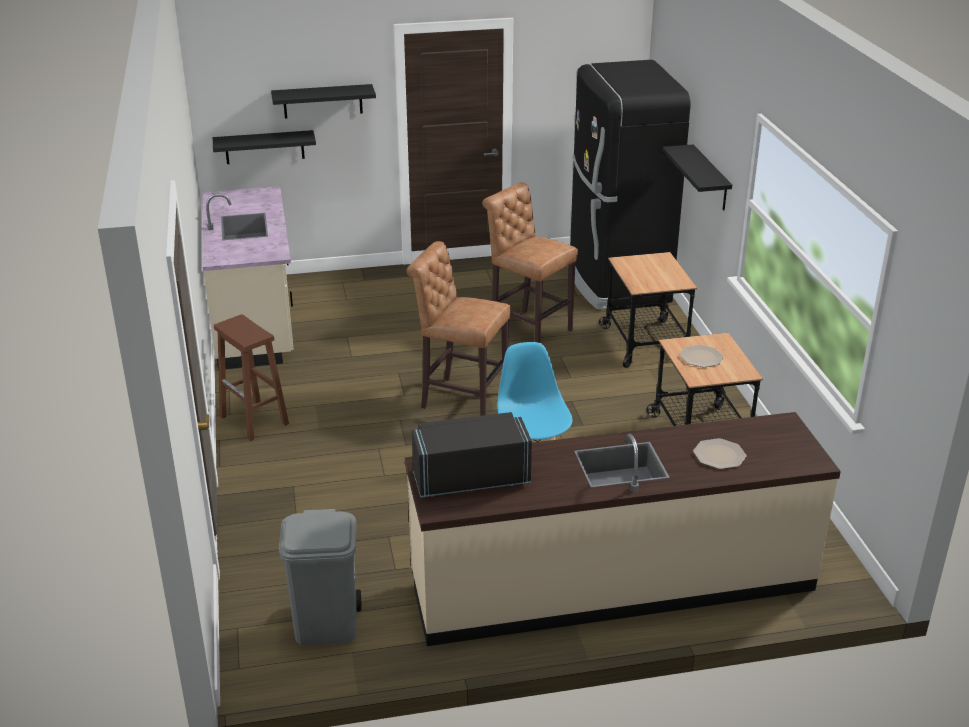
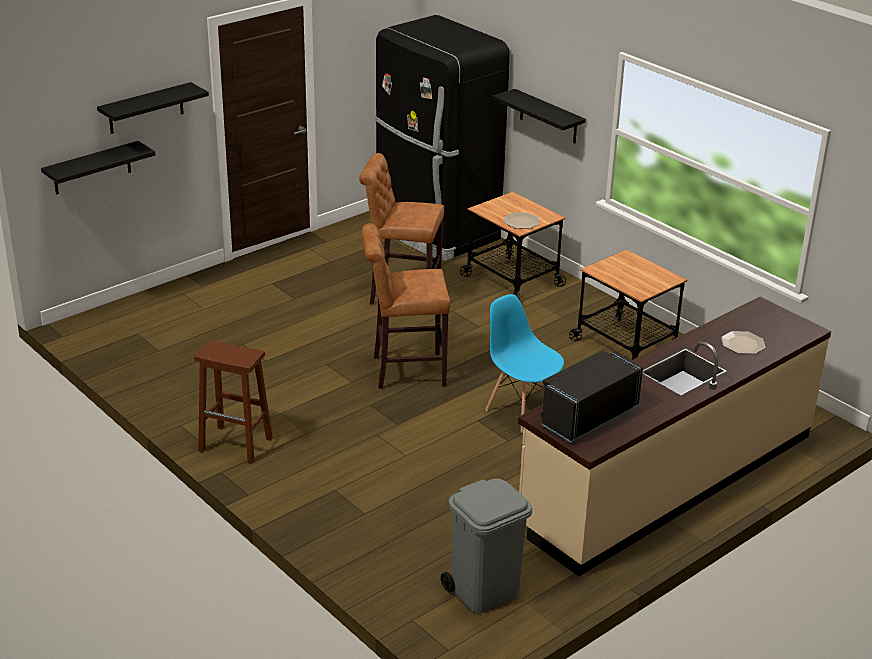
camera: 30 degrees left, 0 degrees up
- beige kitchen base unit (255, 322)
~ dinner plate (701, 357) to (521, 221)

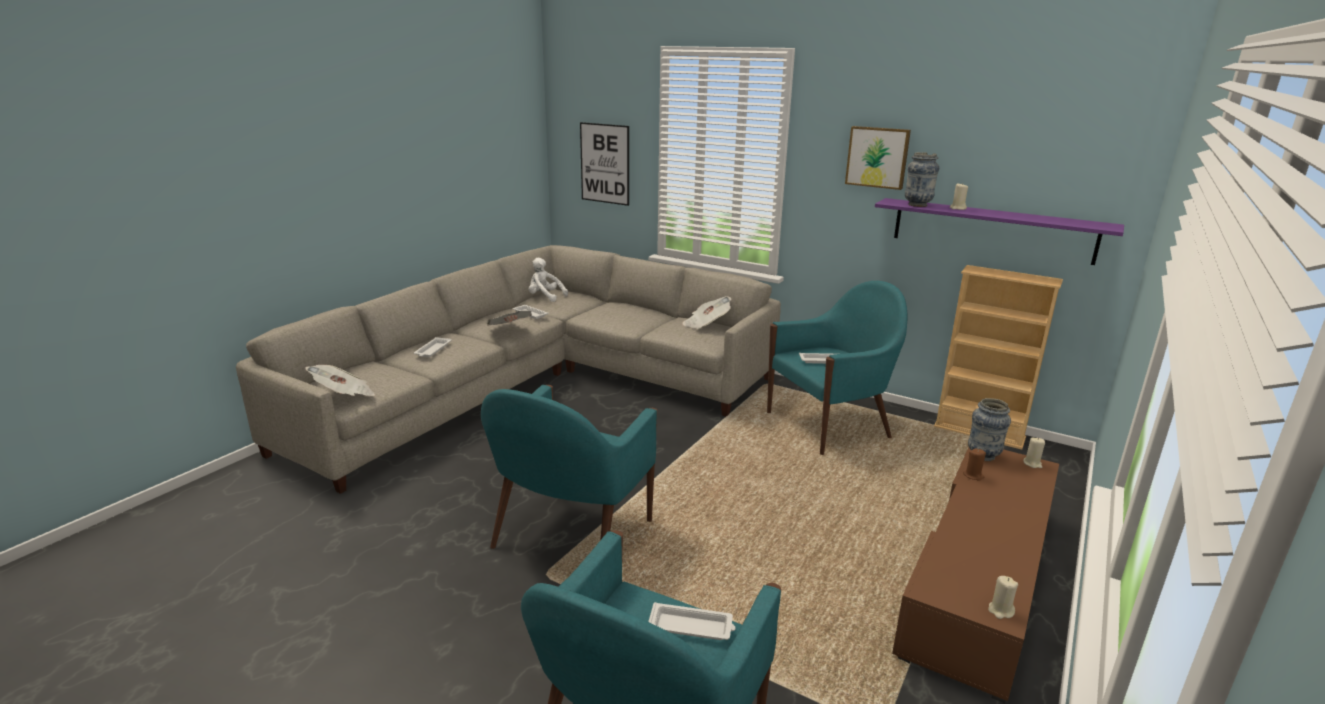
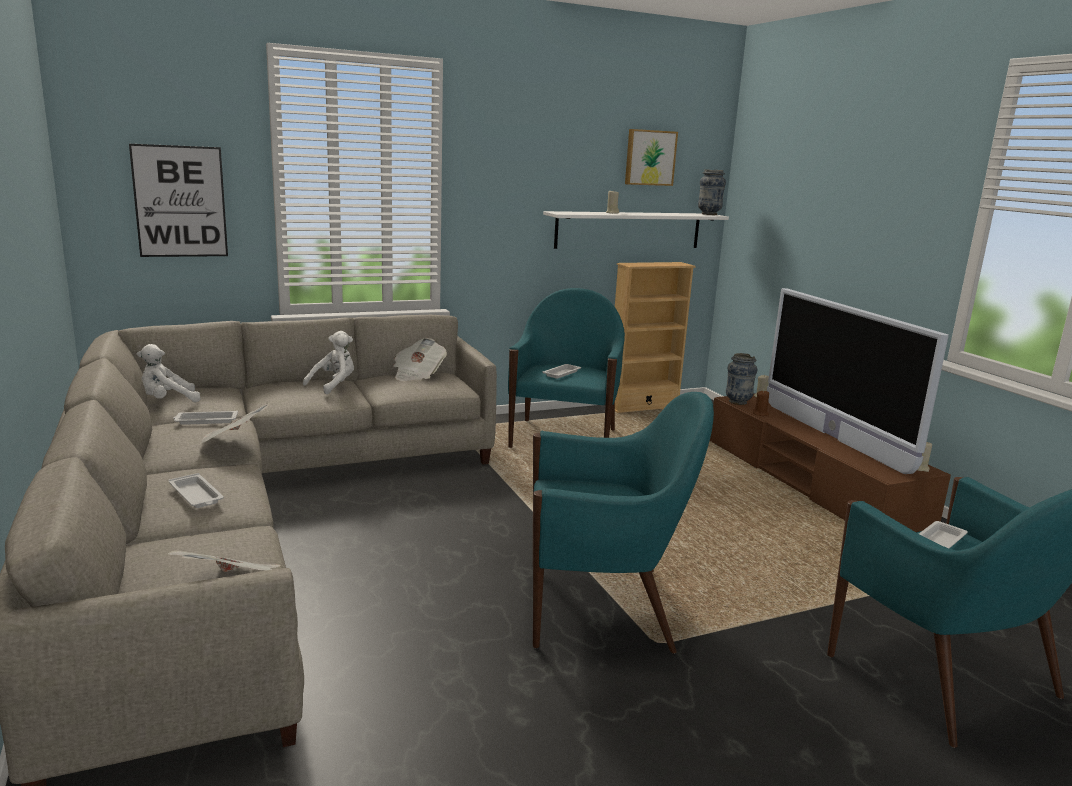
camera: 55 degrees left, 5 degrees down
~ picture (877, 157) to (649, 157)
~ vase (917, 205) to (709, 214)
~ purplish shelf (992, 230) to white shelf (629, 230)
~ turquoise easy chair (571, 536) = (603, 606) 60 degrees counterclockwise
+ television (832, 437)
+ white cuddly toy (334, 385)

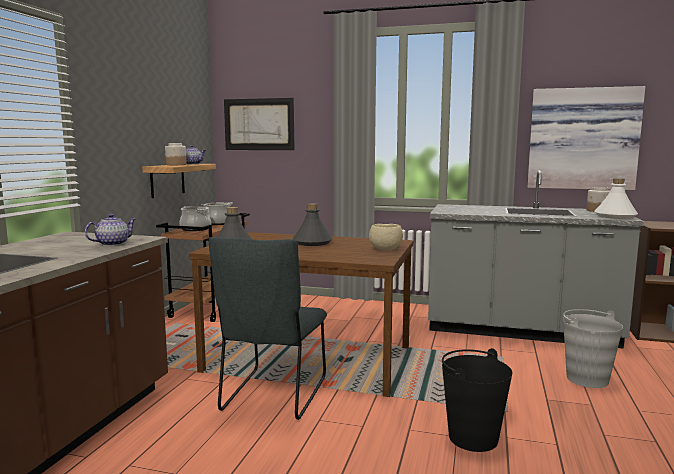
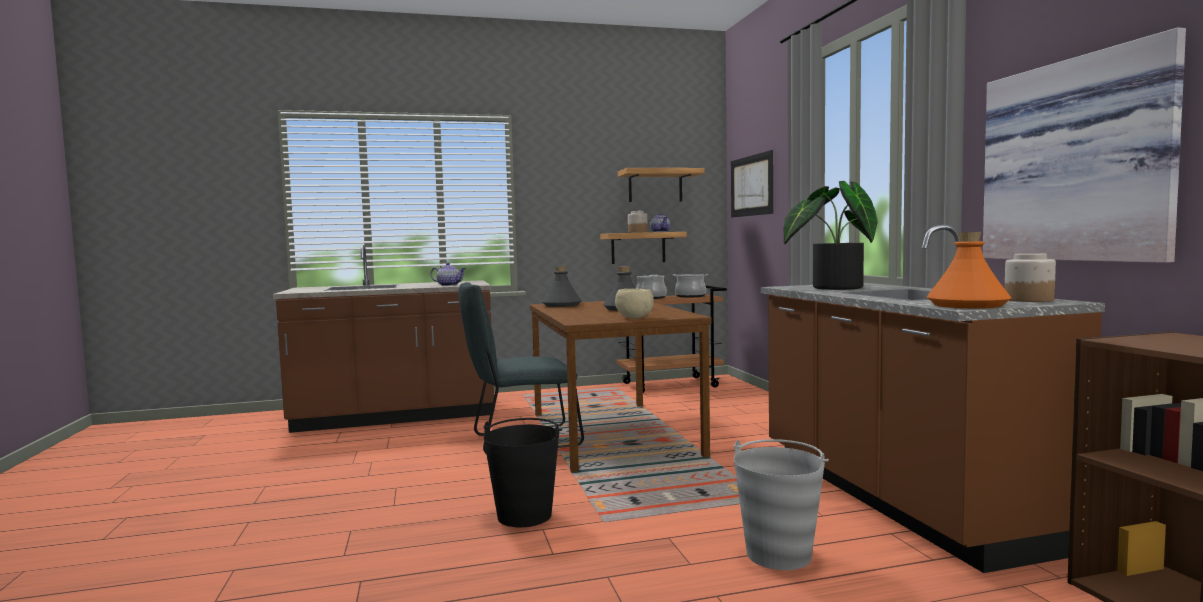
camera: 60 degrees right, 5 degrees down
~ gray kitchen base unit (520, 331) to brownish kitchen base unit (895, 497)
~ white drink bottle (615, 216) to orangey drink bottle (968, 305)
+ shelf (655, 186)
+ potted plant (831, 288)

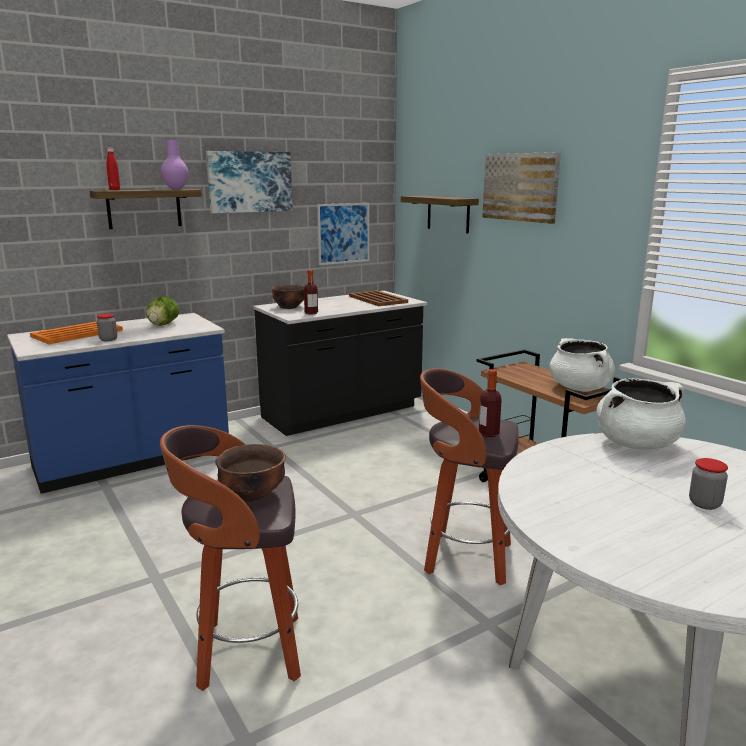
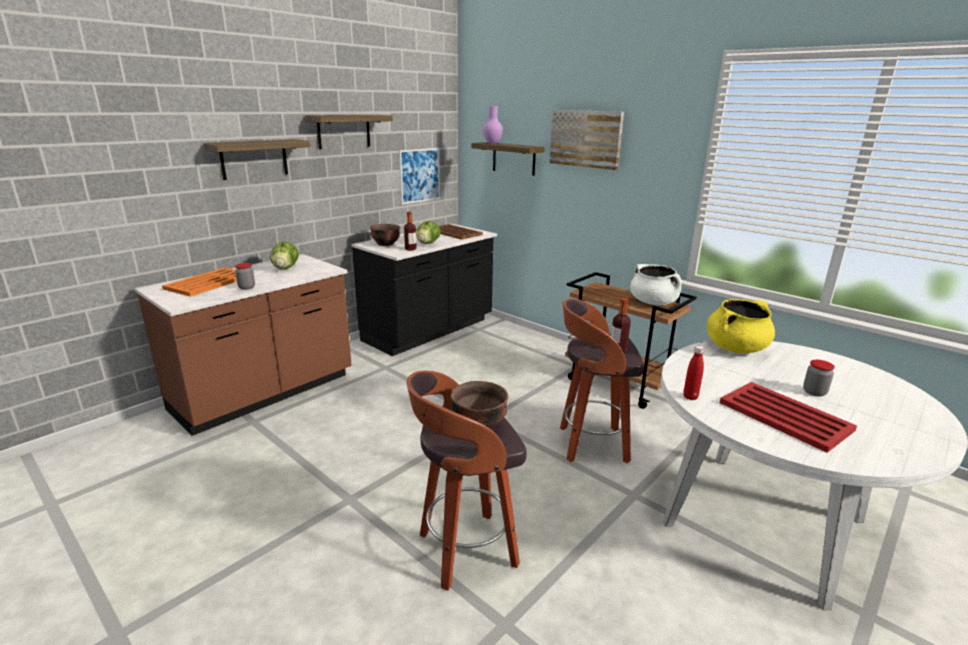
camera: 15 degrees left, 5 degrees up
~ purplish vase (175, 189) to (492, 143)
~ reddish drink bottle (114, 190) to (690, 397)
~ picture (249, 182) to shelf (344, 131)
~ bluish kitchen base unit (133, 461) to brownish kitchen base unit (265, 394)
~ white stockpot (636, 444) to yellow-coloured stockpot (736, 348)
+ head of lettuce (427, 243)
+ reddish serving tray (785, 416)

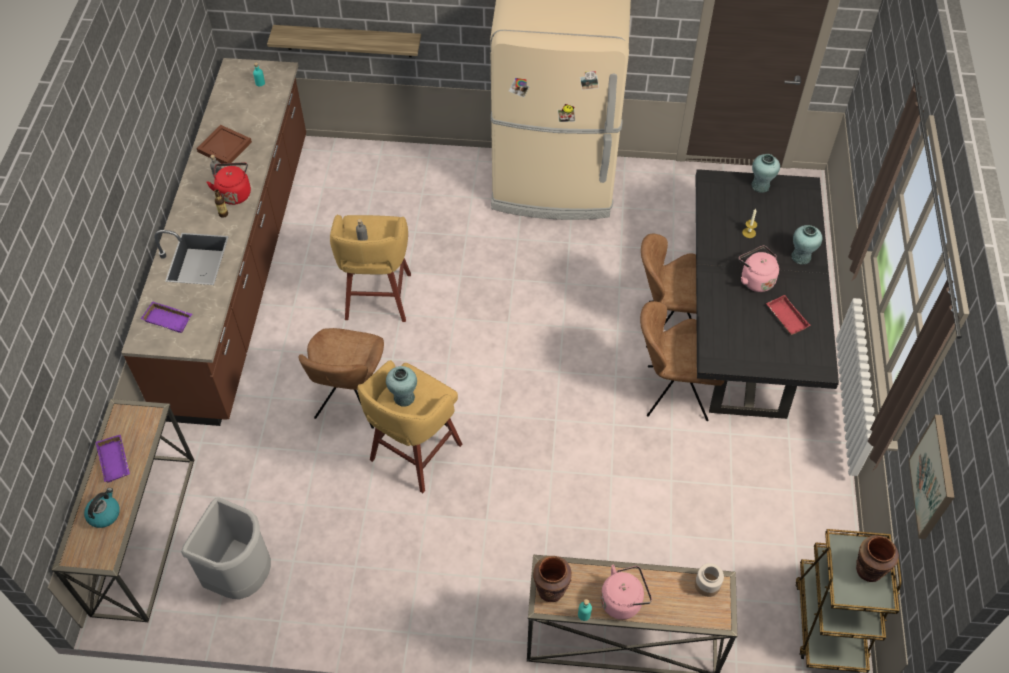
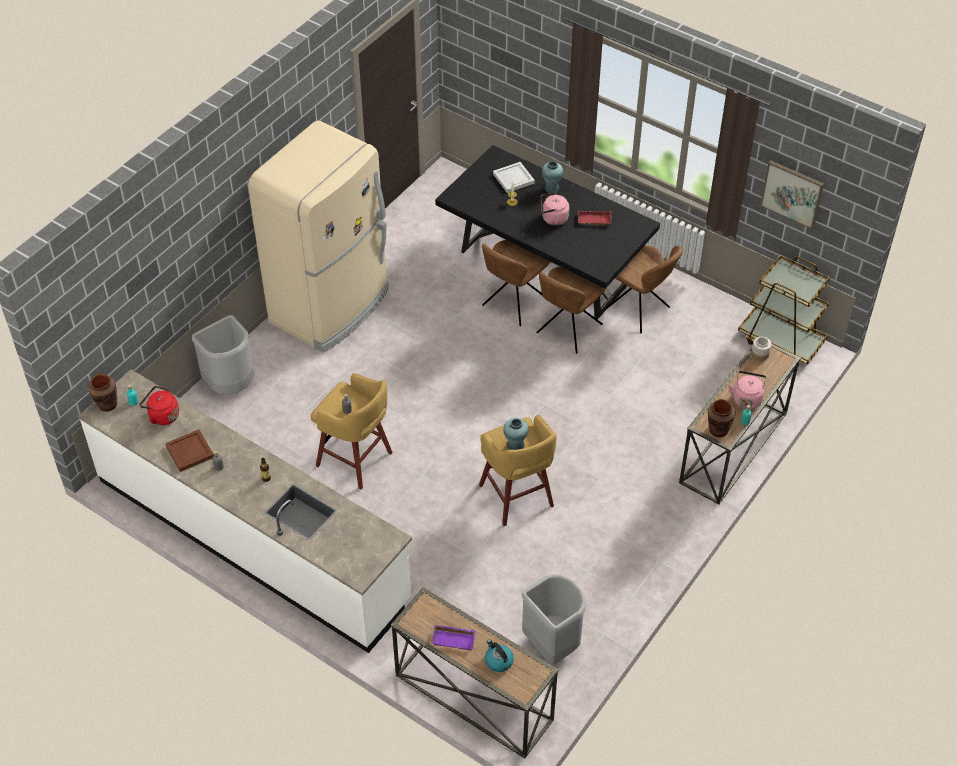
camera: 60 degrees left, 5 degrees down
- shelf (348, 41)
~ brownish kitchen base unit (241, 269) to white kitchen base unit (252, 539)
- turquoise vase (760, 185)
~ reddish kettle (234, 193) to (162, 415)
- purplish serving tray (169, 319)
~ brownish plain chair (351, 401) to (638, 310)
~ brownish vase (868, 570) to (107, 404)
+ white serving tray (513, 178)
+ gray trash can (231, 386)

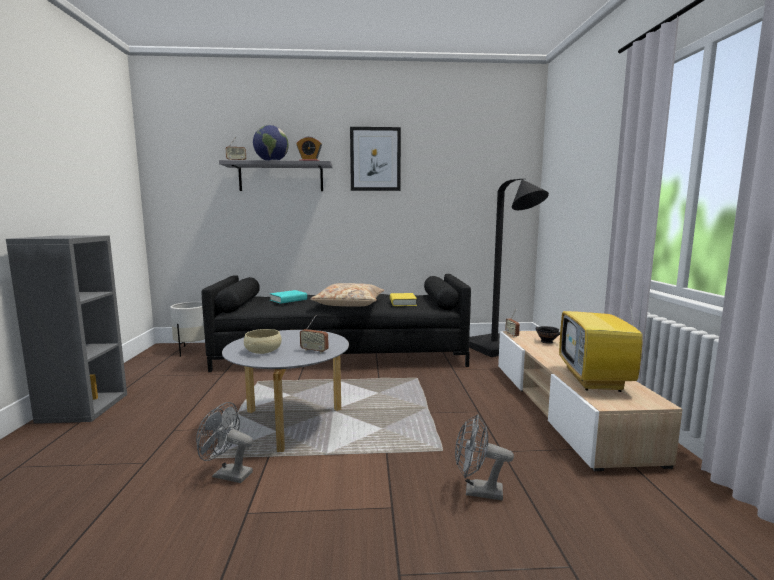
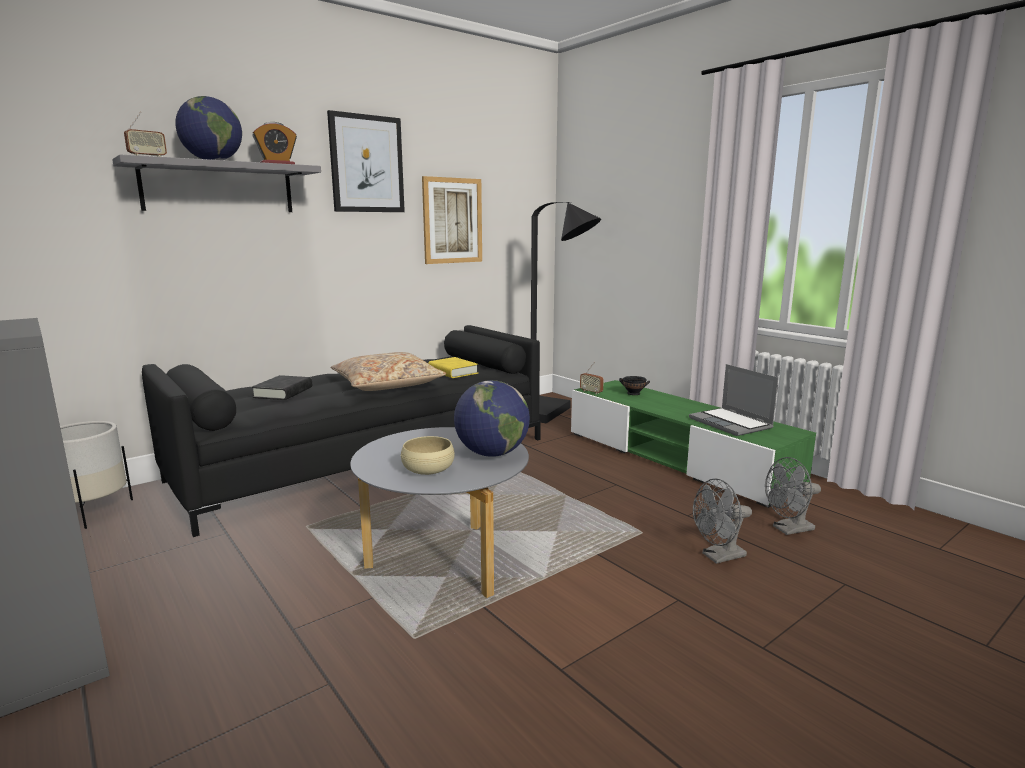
camera: 35 degrees left, 5 degrees up
~ television (595, 381) to laptop (731, 423)
~ turquoise bound book (288, 300) to black bound book (283, 392)
~ radio (314, 351) to globe (492, 454)
~ beige media console (564, 406) to green media console (676, 458)
~ gray fan (227, 474) to (788, 529)
+ picture (452, 220)

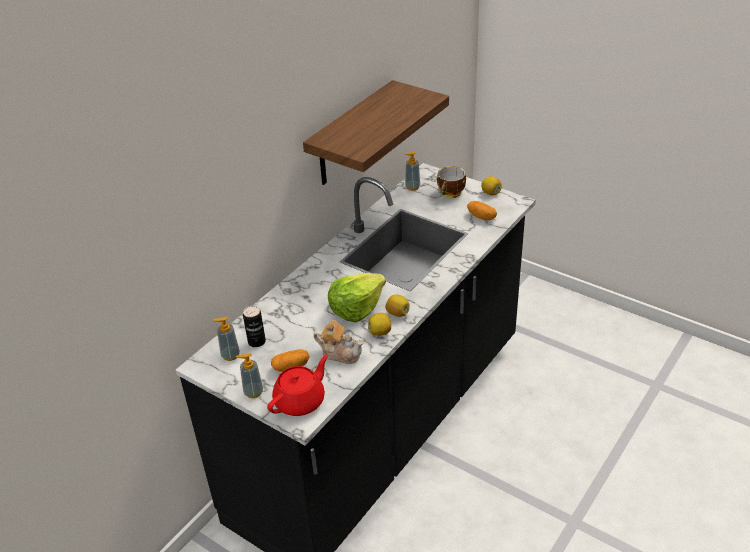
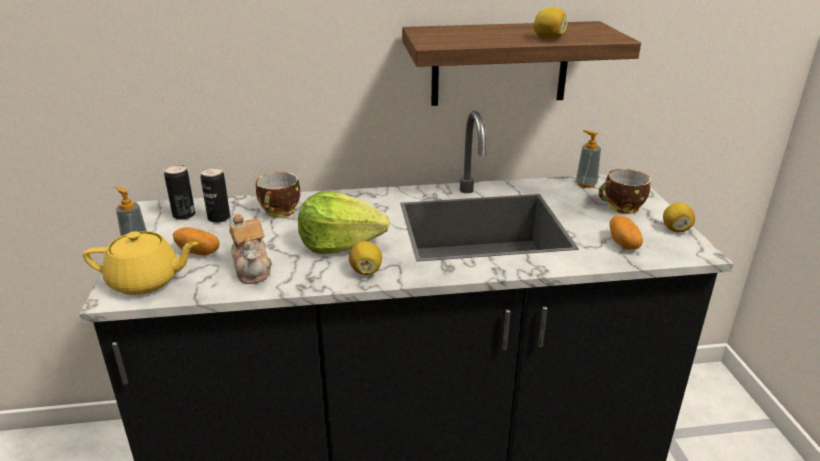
camera: 45 degrees right, 10 degrees down
~ lemon (380, 332) to (549, 38)
~ soap dispenser (230, 355) to sealed can (184, 215)
~ reddish pot for tea (301, 401) to yellow-coloured pot for tea (146, 281)
+ cup (280, 212)

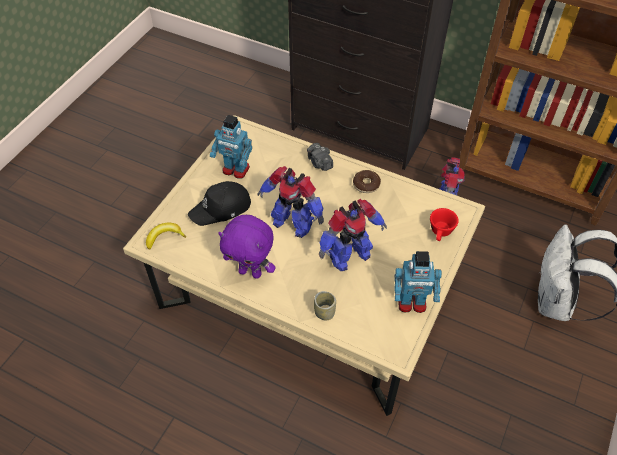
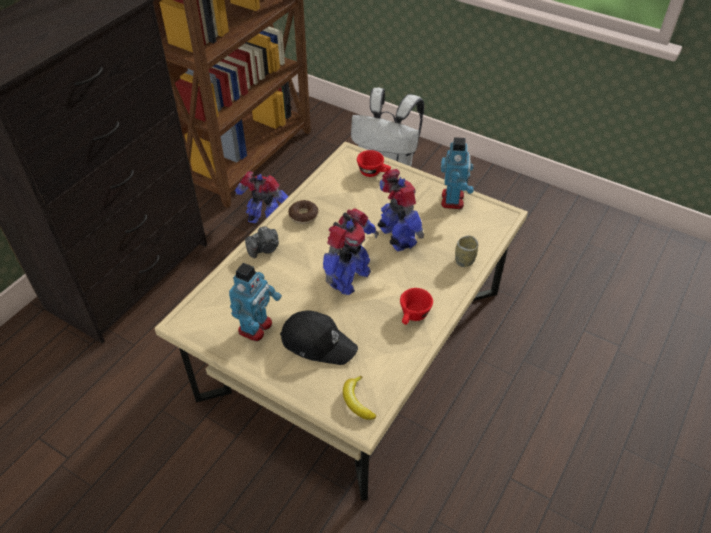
camera: 85 degrees left, 5 degrees down
~ black baseball cap (221, 208) = (318, 342) 45 degrees counterclockwise
~ purplish cuddly toy (251, 272) to reddish cup (413, 316)

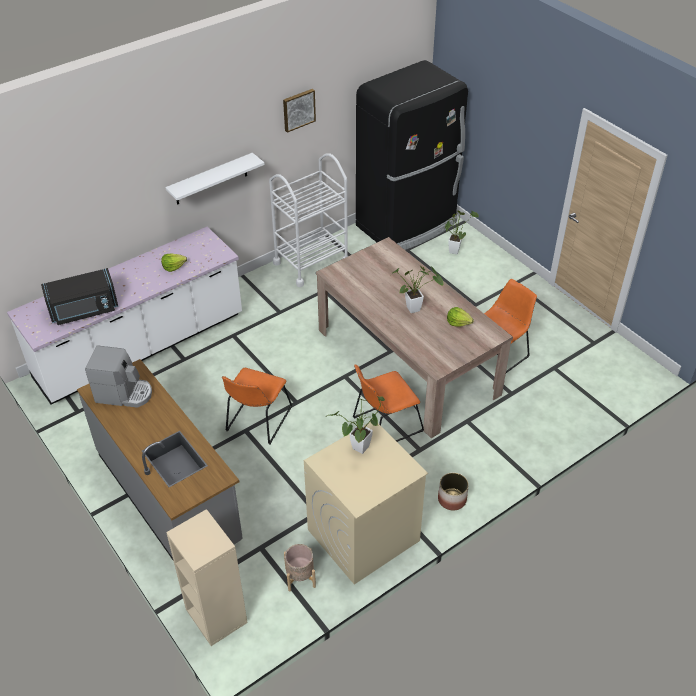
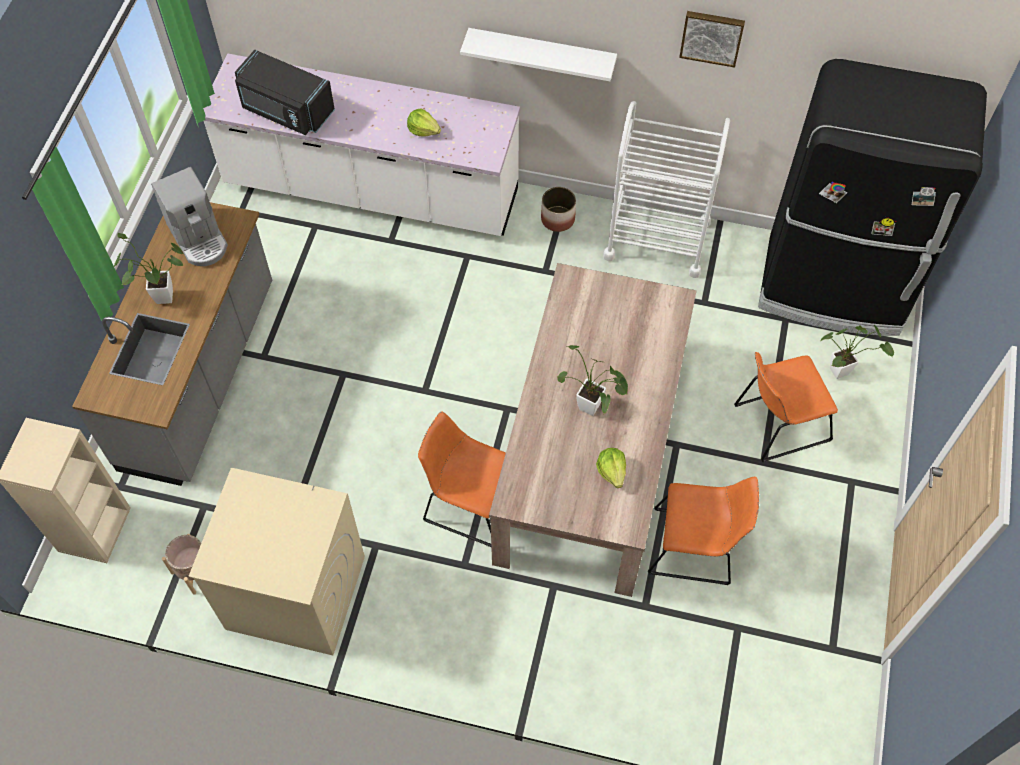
camera: 50 degrees right, 15 degrees up
~ orangey plain chair (257, 421) to (777, 424)
~ potted plant (358, 450) to (160, 297)
~ plant pot (452, 499) to (558, 219)

